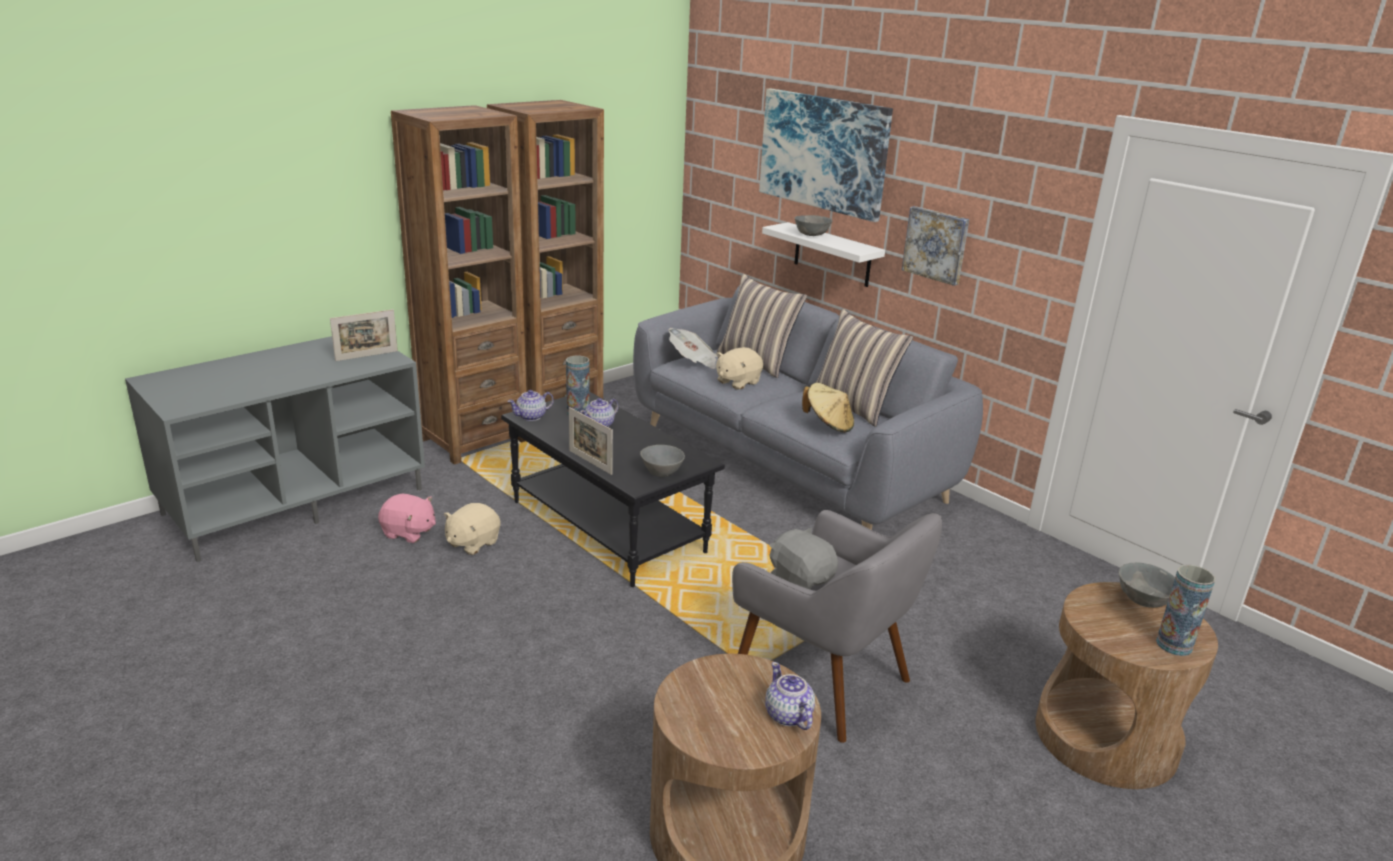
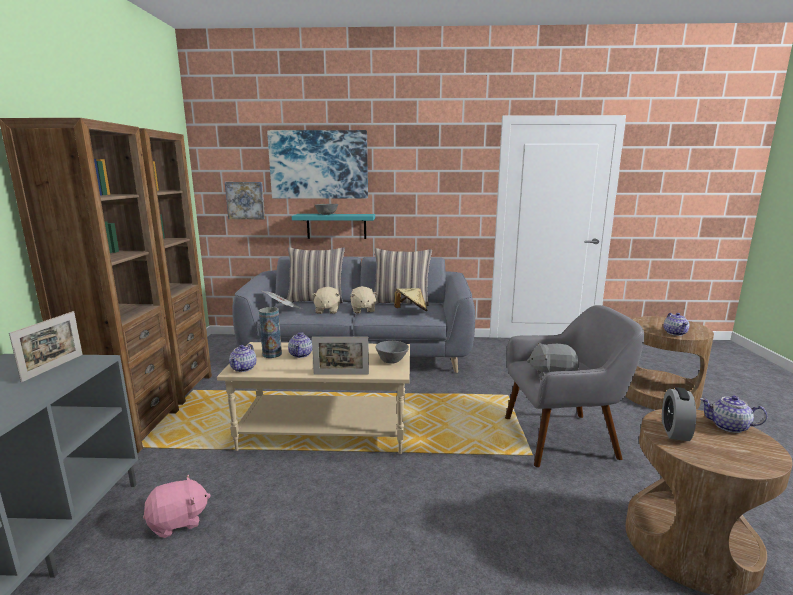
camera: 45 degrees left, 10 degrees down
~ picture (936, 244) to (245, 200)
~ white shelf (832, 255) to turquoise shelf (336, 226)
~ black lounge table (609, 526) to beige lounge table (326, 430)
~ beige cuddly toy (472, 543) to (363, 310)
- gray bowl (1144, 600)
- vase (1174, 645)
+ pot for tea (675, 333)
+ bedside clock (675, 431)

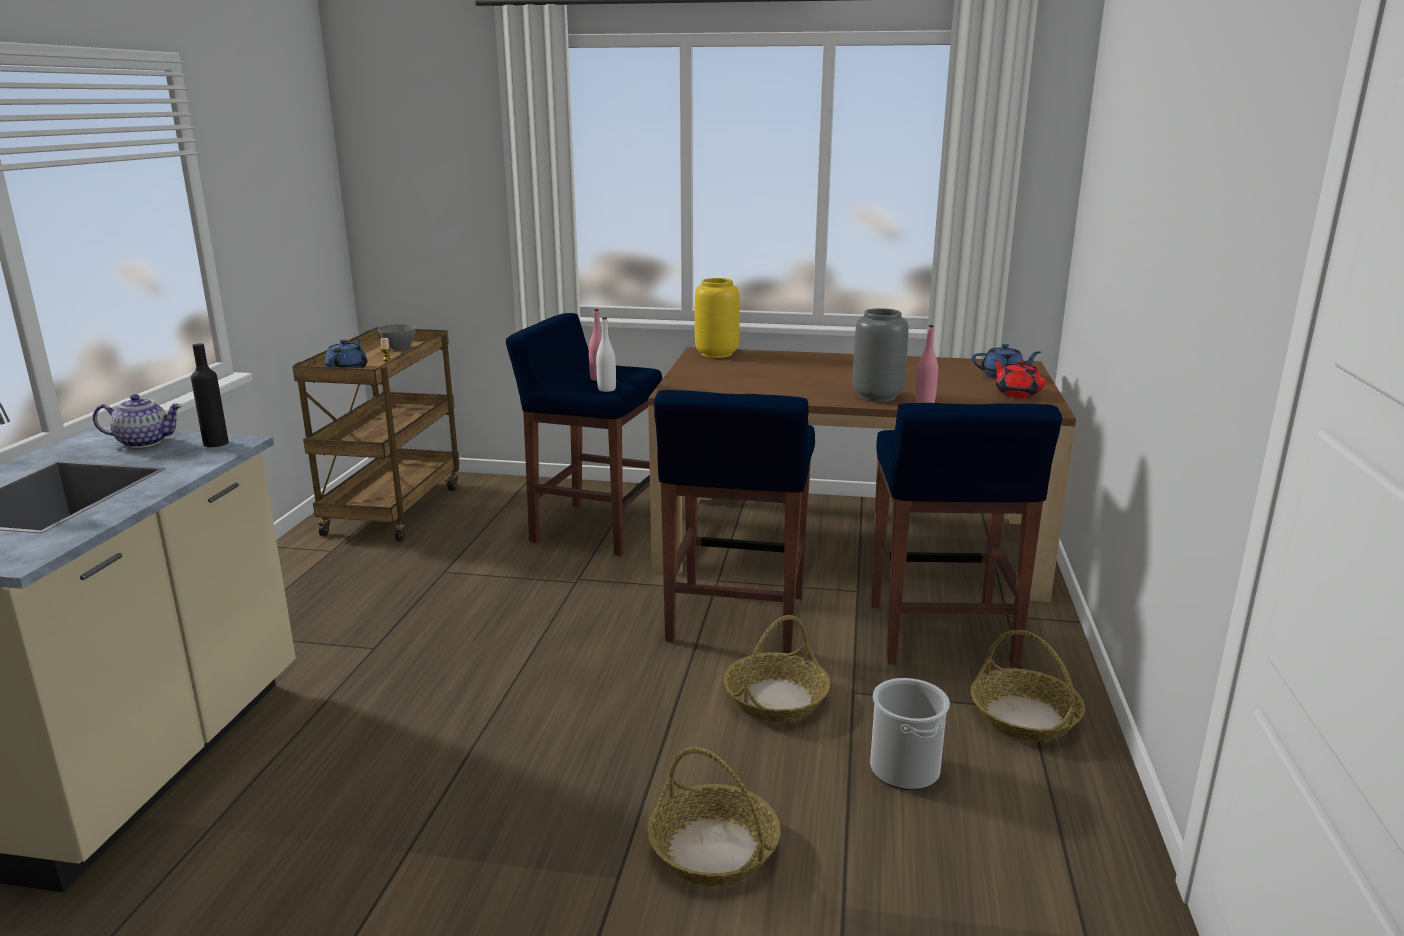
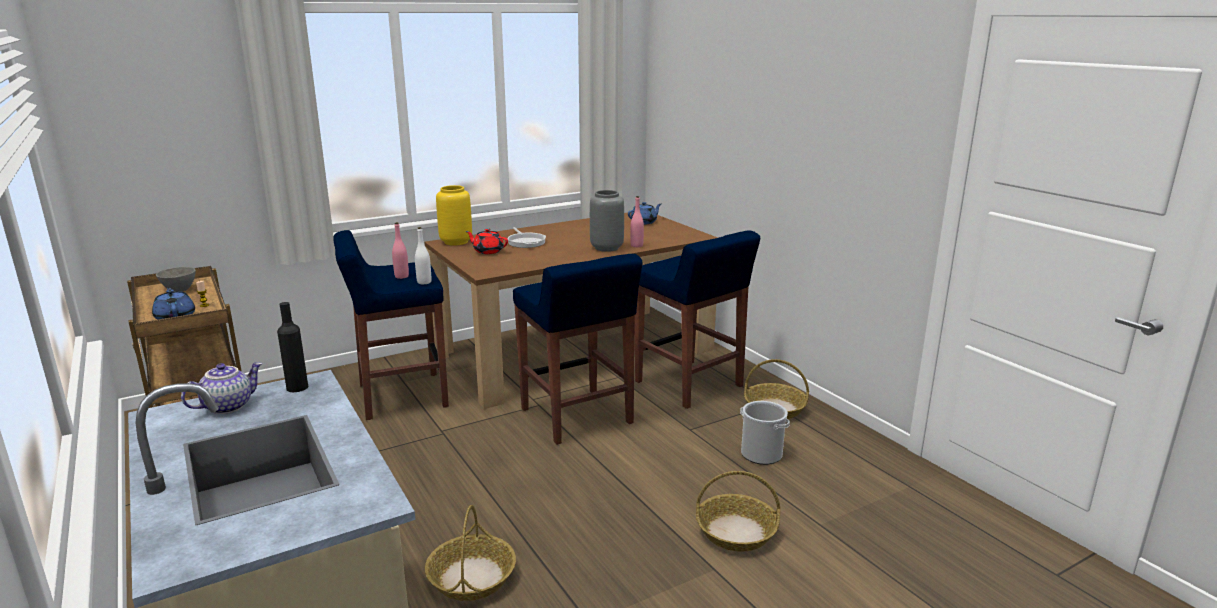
camera: 40 degrees left, 0 degrees up
~ reddish pot for tea (1016, 394) to (488, 251)
~ household basket (776, 698) to (471, 577)
+ frying pan (526, 242)

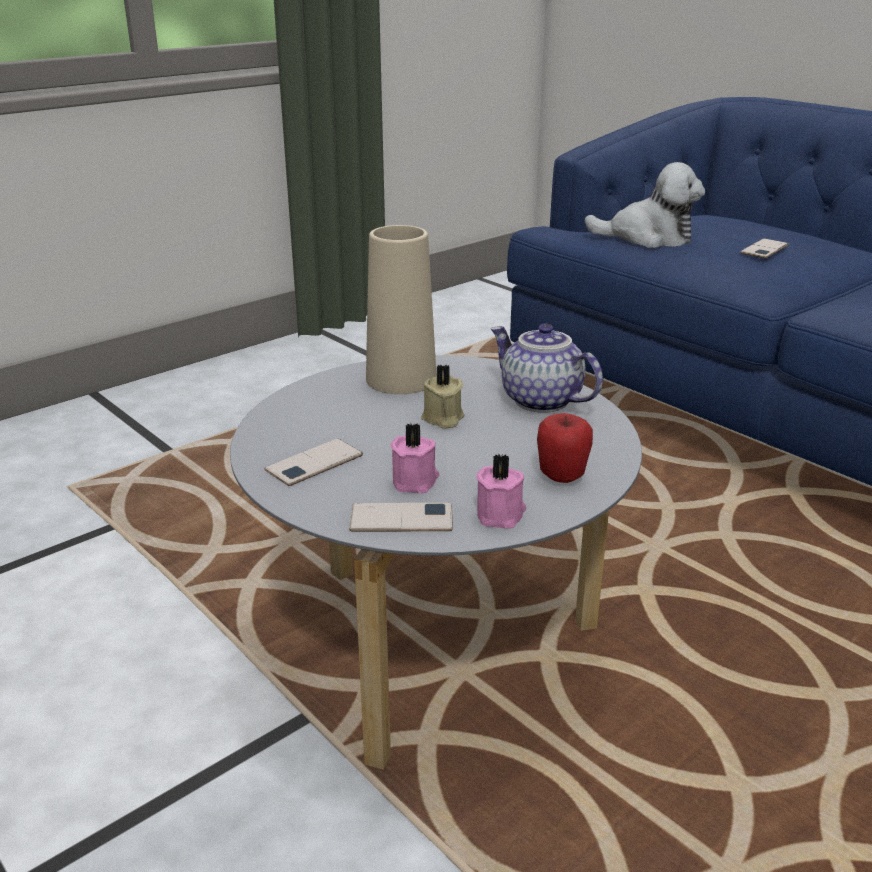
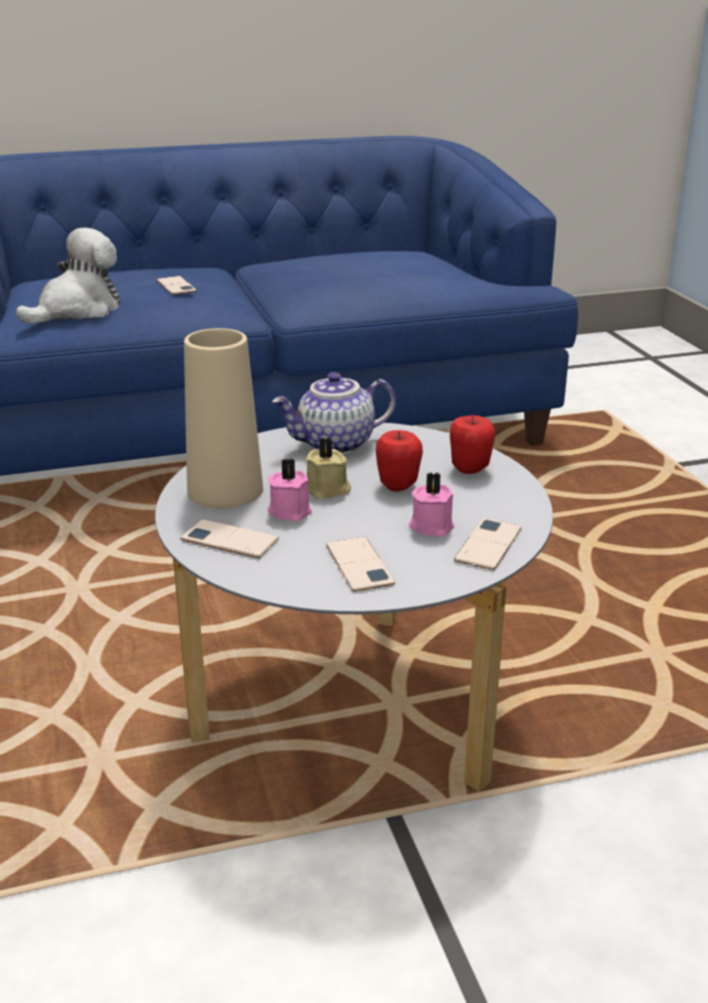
camera: 65 degrees left, 0 degrees up
~ pink wax light (502, 514) to (290, 511)
+ whole apple (398, 486)
+ telephone (229, 540)

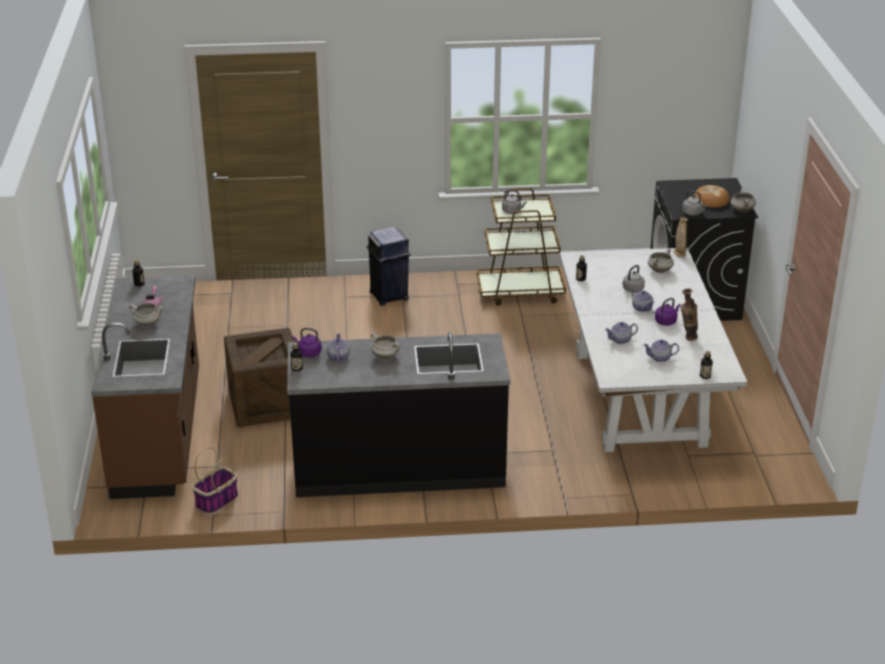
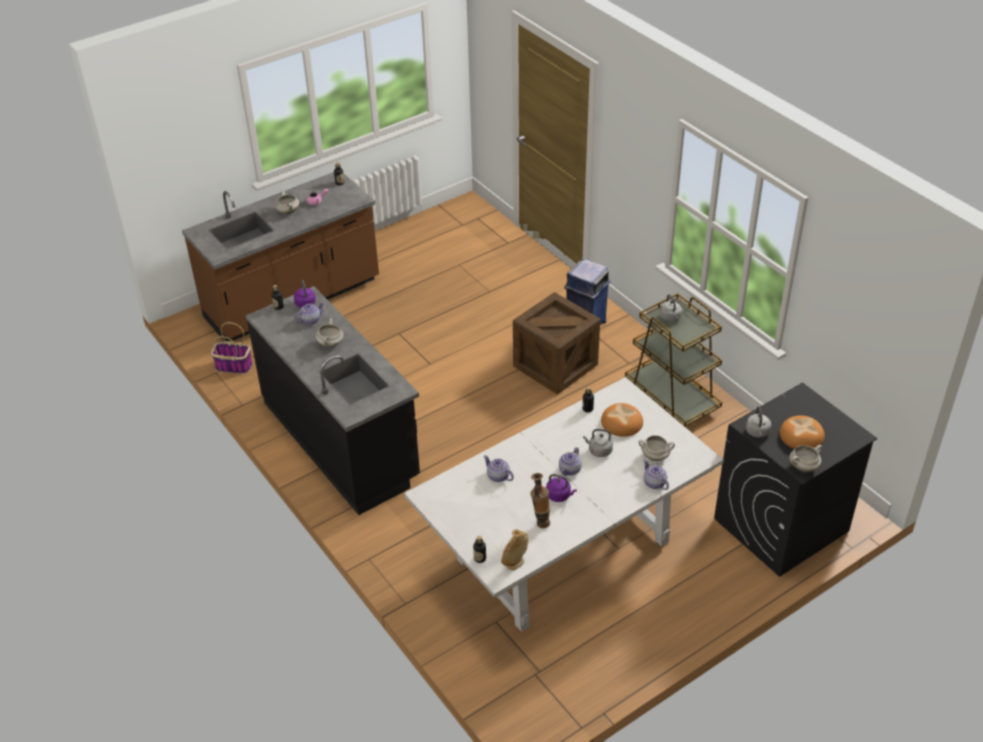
camera: 60 degrees right, 10 degrees up
~ beige vase (679, 253) to (515, 563)
~ crate (266, 404) to (555, 365)
~ pot for tea (660, 358) to (654, 483)
+ bakery bread (622, 422)

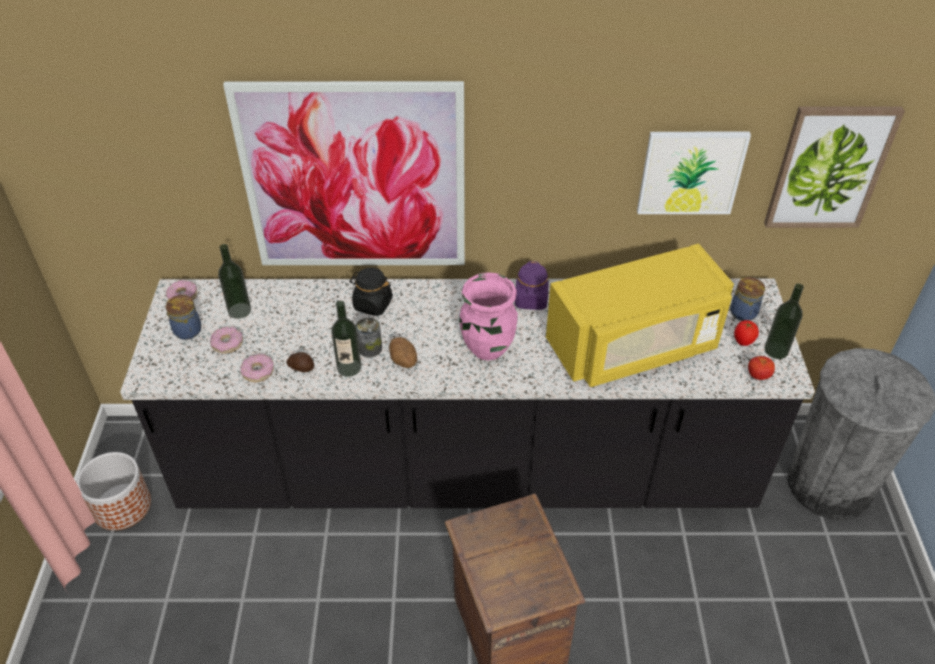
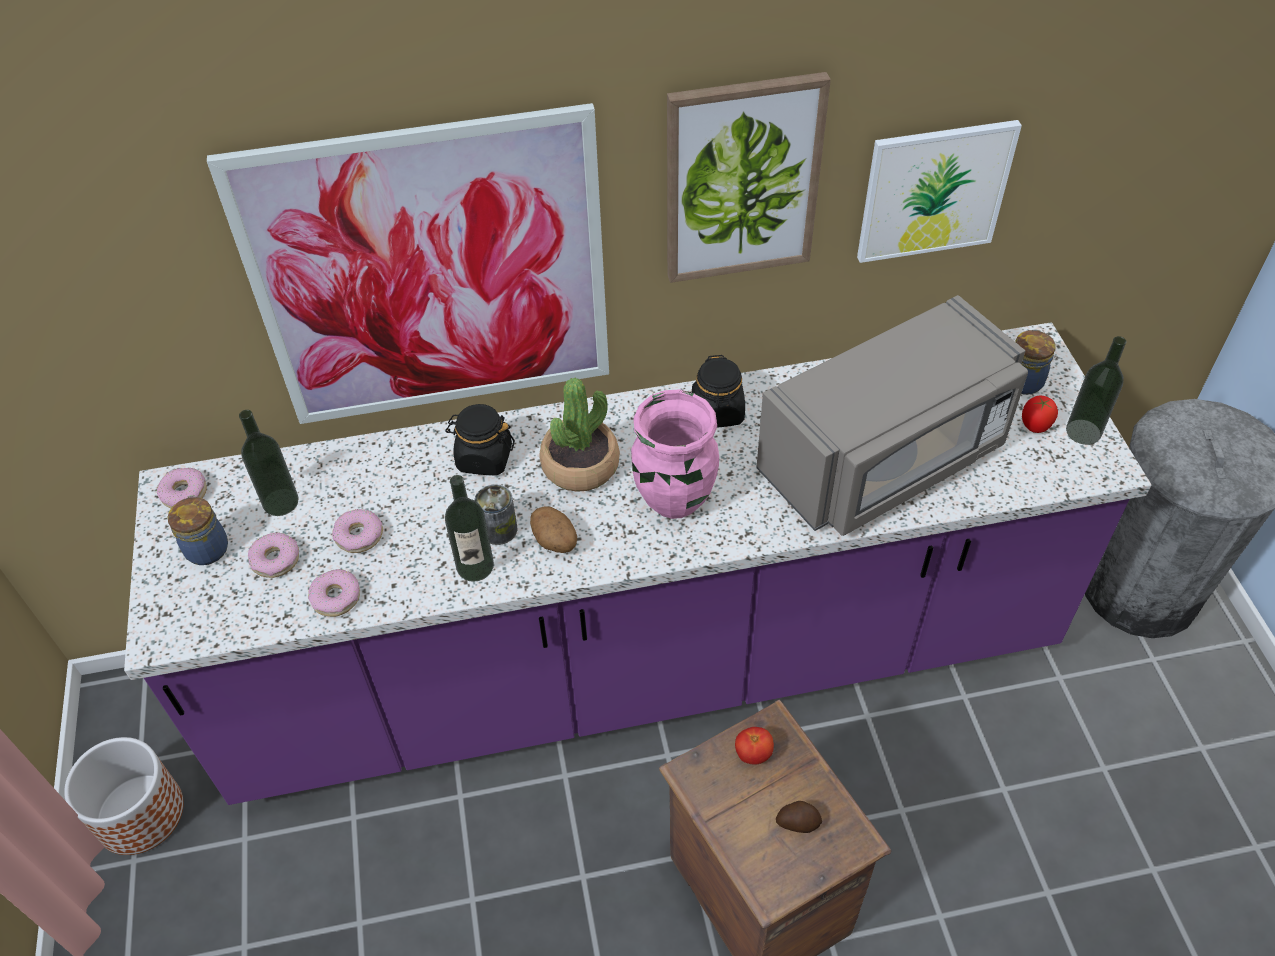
camera: 10 degrees left, 5 degrees up
~ picture (829, 167) to (741, 179)
~ yellow-coloured microwave oven (634, 346) to gray microwave oven (885, 459)
~ purplish storage jar (531, 300) to black storage jar (717, 412)
~ black kitchen base unit (467, 473) to purplish kitchen base unit (643, 664)
~ spud (301, 367) to (798, 822)
~ whole tomato (758, 376) to (753, 754)
+ potted plant (580, 465)
+ donut (359, 536)

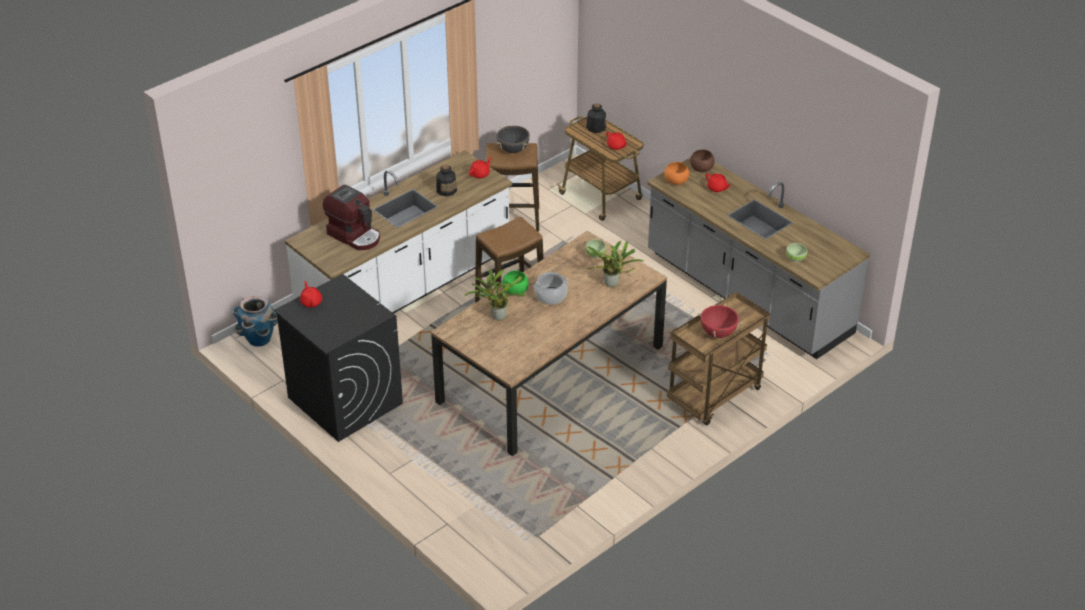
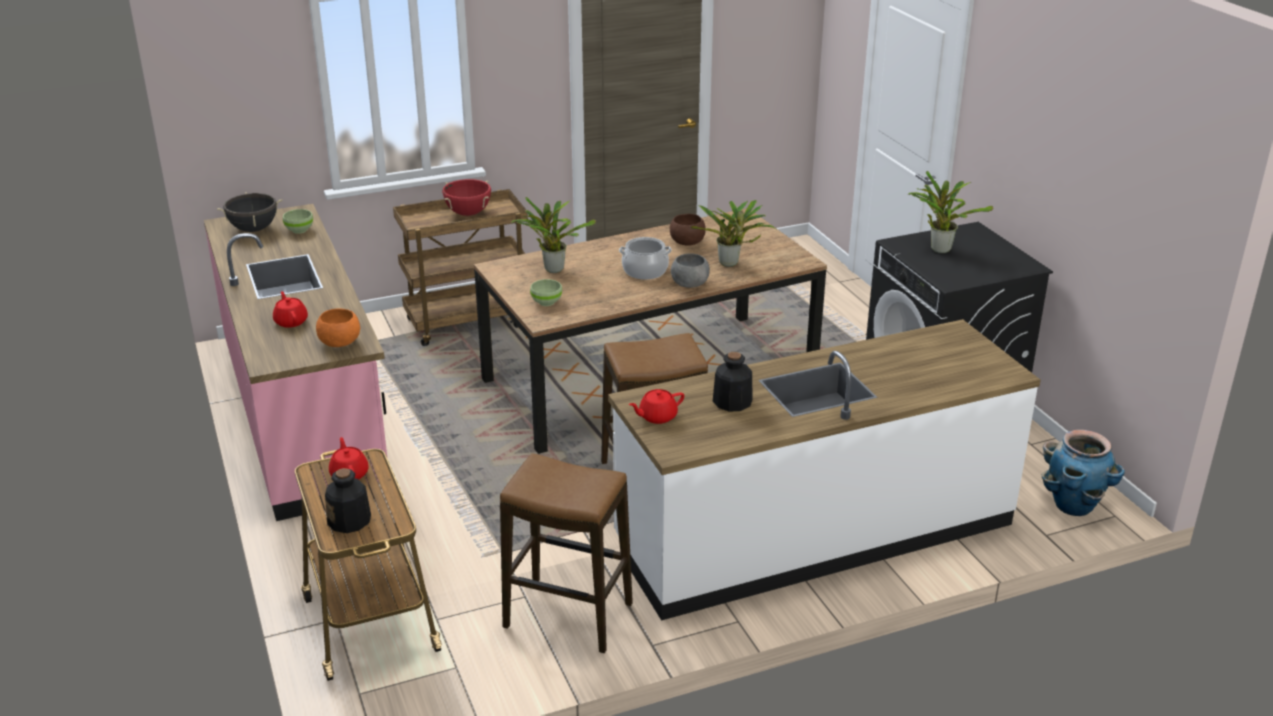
camera: 160 degrees left, 10 degrees down
~ black stockpot (513, 150) to (253, 229)
~ brownish bowl (701, 168) to (687, 242)
~ gray kitchen base unit (747, 294) to pink kitchen base unit (305, 413)
- coffee machine (355, 235)
~ green bowl (515, 291) to gray bowl (689, 284)
- reddish pot for tea (311, 302)
+ potted plant (939, 248)

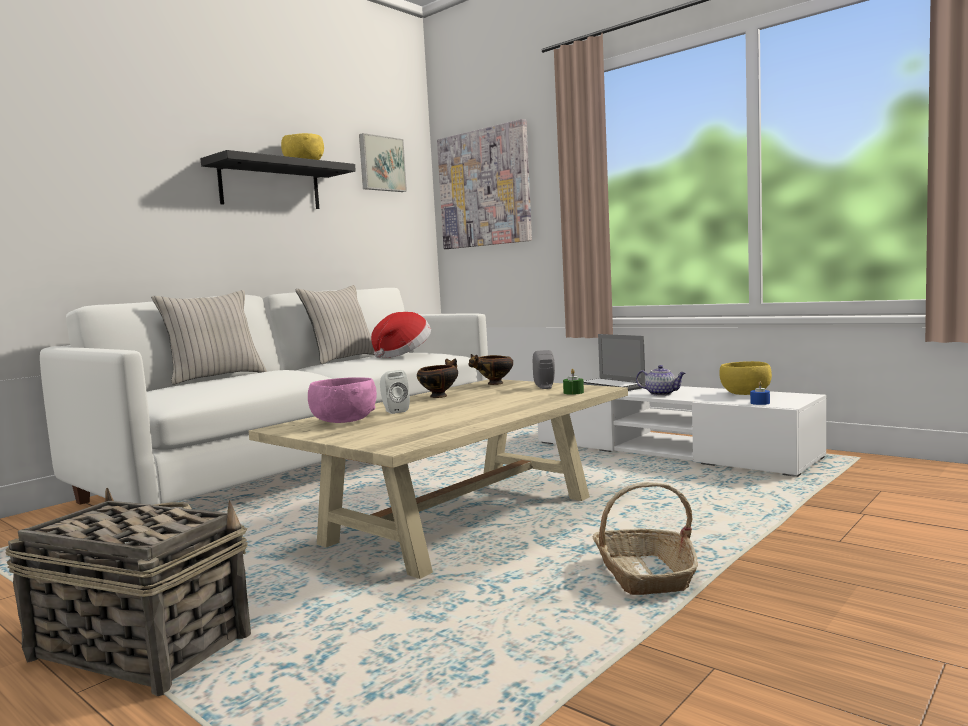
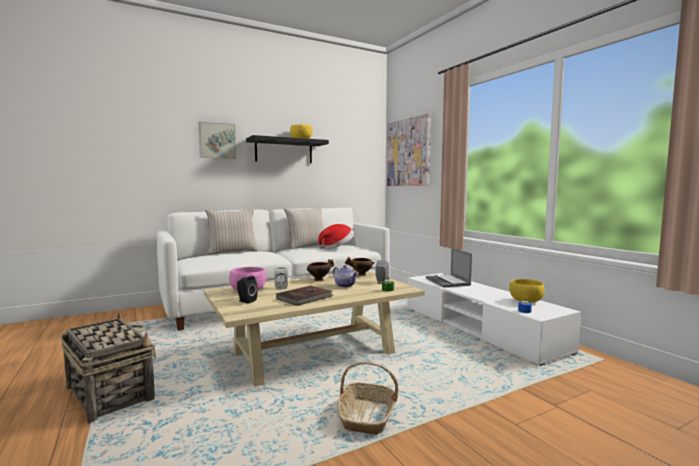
camera: 20 degrees right, 0 degrees up
~ picture (381, 164) to (217, 141)
~ pot for tea (661, 394) to (345, 285)
+ black loudspeaker (246, 301)
+ brownish bound book (305, 298)

